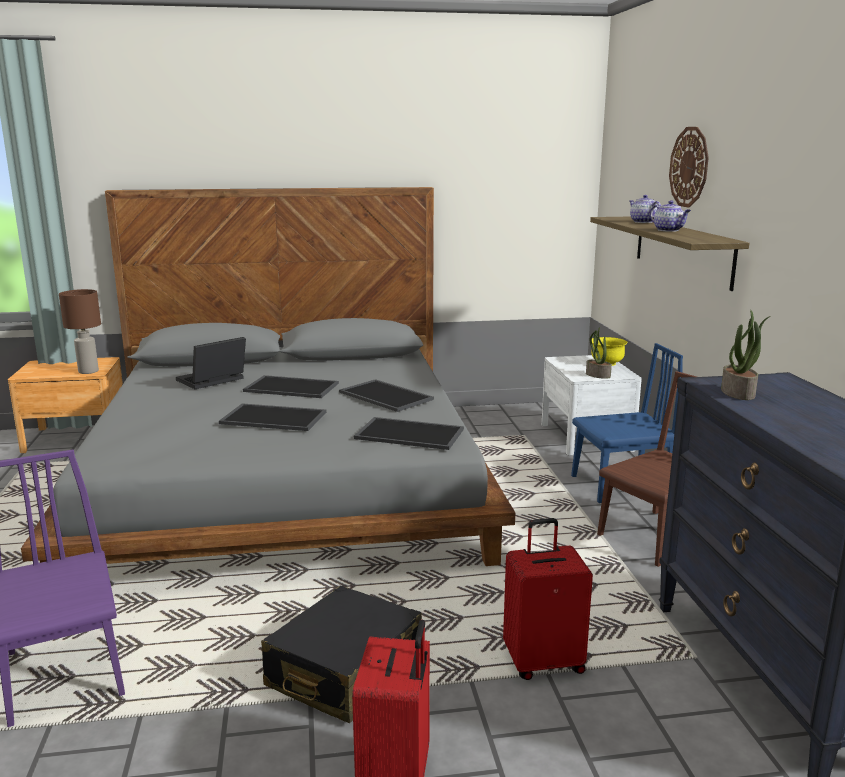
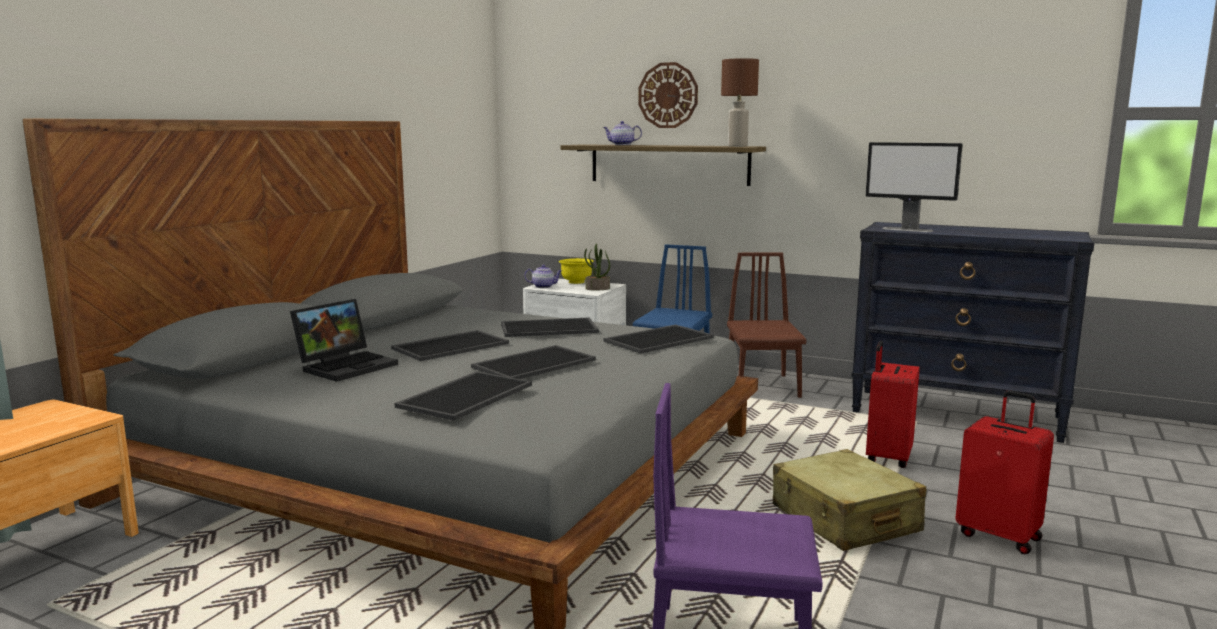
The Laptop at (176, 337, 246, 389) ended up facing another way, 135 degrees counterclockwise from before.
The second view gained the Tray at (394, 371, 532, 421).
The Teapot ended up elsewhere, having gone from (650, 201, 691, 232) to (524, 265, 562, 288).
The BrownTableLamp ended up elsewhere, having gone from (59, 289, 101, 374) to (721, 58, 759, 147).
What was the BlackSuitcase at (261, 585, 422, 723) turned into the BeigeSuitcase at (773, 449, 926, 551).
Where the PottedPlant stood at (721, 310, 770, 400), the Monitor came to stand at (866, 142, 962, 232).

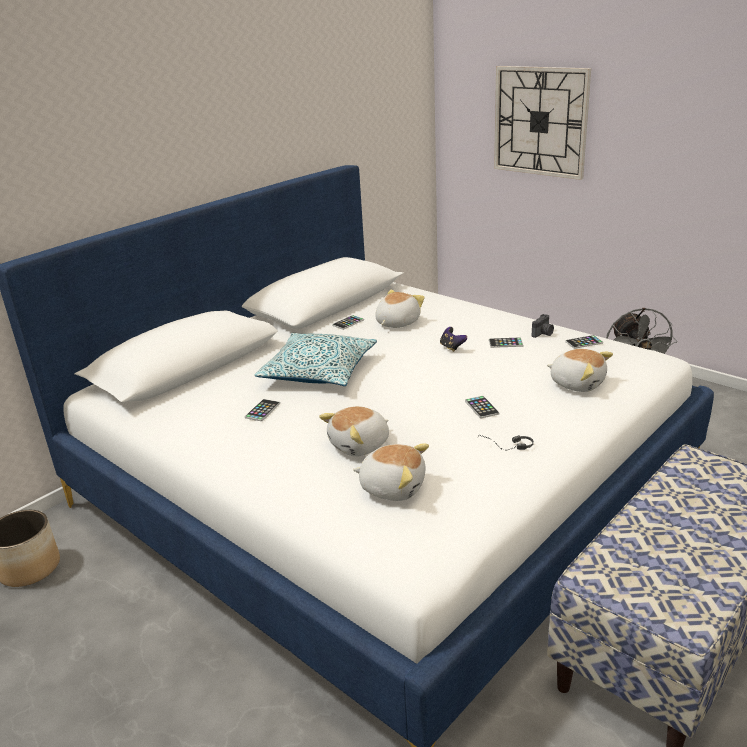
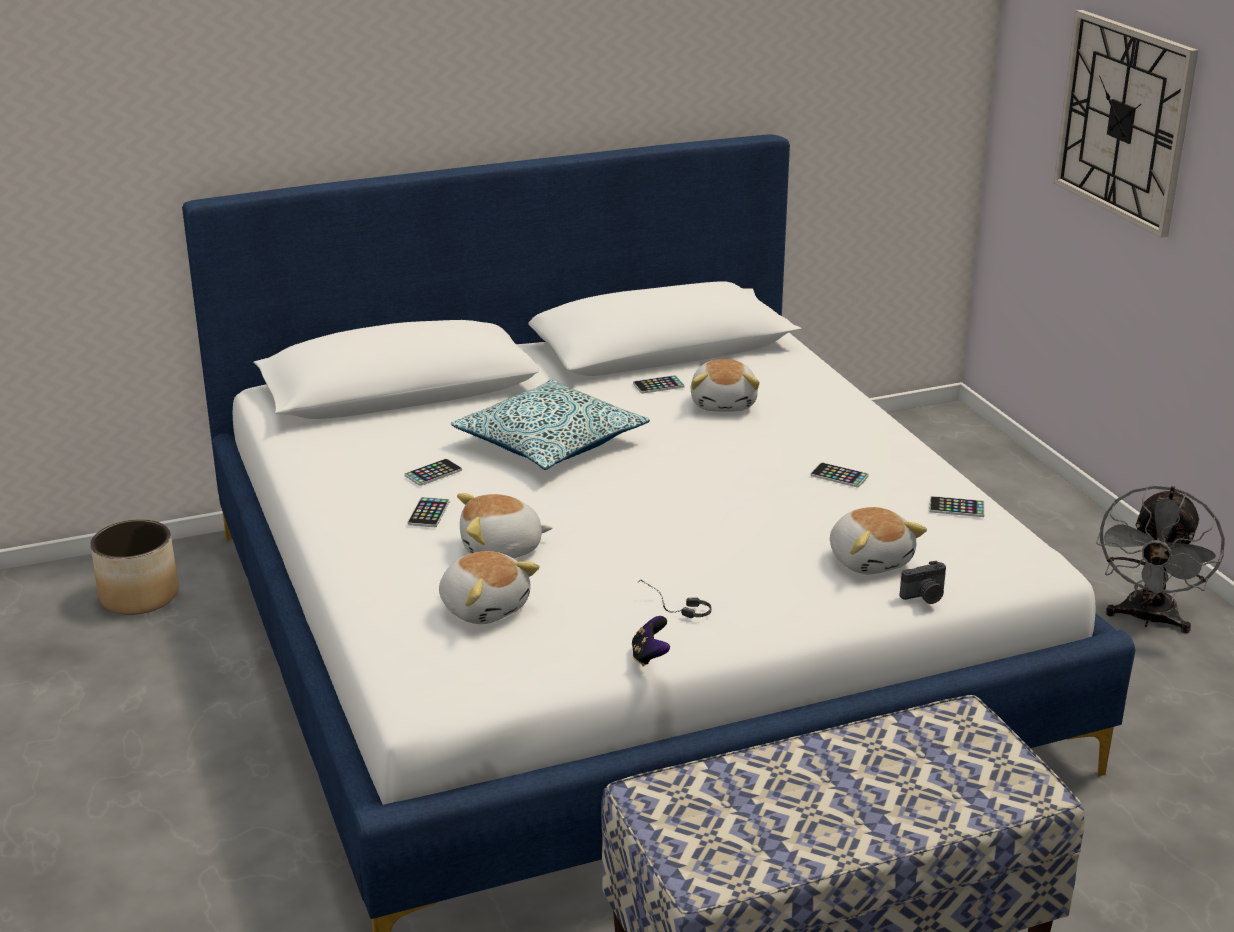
The Phone ended up elsewhere, having gone from (465, 396, 499, 419) to (407, 497, 449, 527).
The GameController ended up elsewhere, having gone from (440, 327, 467, 352) to (632, 616, 670, 666).
The PlushToy at (375, 290, 425, 328) ended up facing another way, 120 degrees clockwise from before.
The PhotoCamera ended up elsewhere, having gone from (532, 314, 554, 338) to (900, 561, 946, 604).

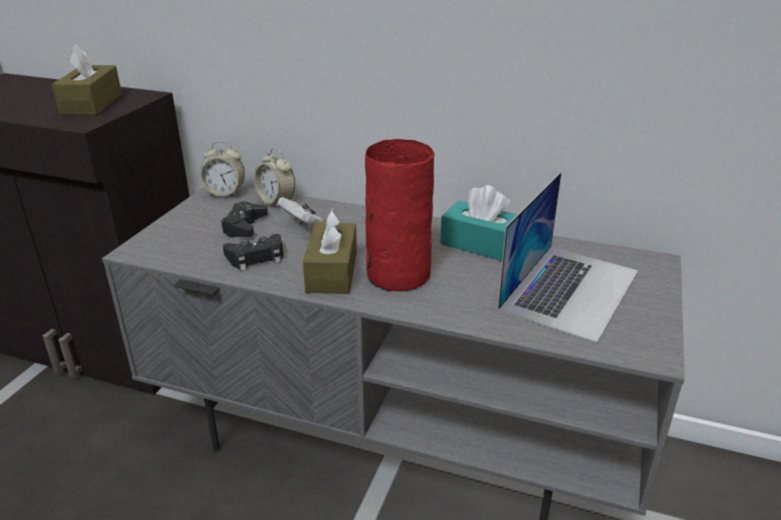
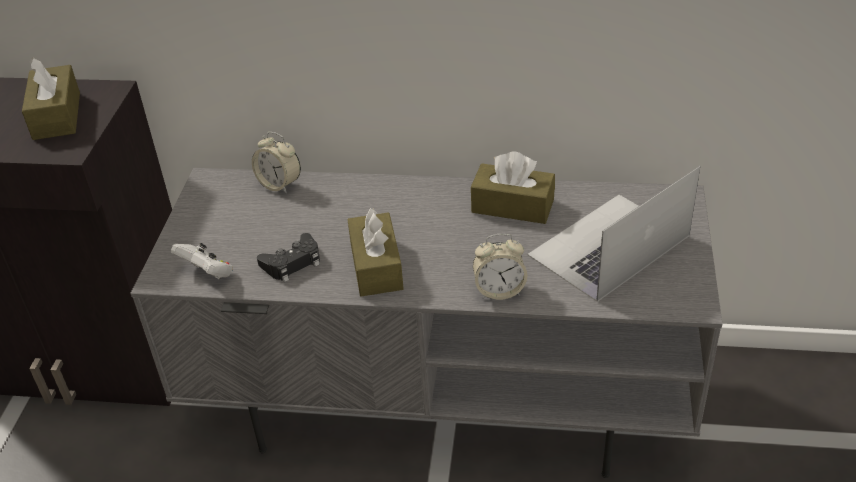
The WhiteGameController ended up elsewhere, having gone from (278, 197, 326, 232) to (171, 243, 233, 279).
What was the TurquoiseTissueBox at (440, 185, 518, 261) turned into the BrownTissueBox at (471, 151, 555, 224).
The AlarmClock ended up elsewhere, having gone from (199, 141, 245, 197) to (473, 234, 527, 300).
The Laptop at (497, 172, 638, 343) ended up facing another way, 150 degrees counterclockwise from before.
The second view lost the BlackGameController at (221, 201, 268, 237).
The second view lost the RedVase at (365, 139, 434, 291).

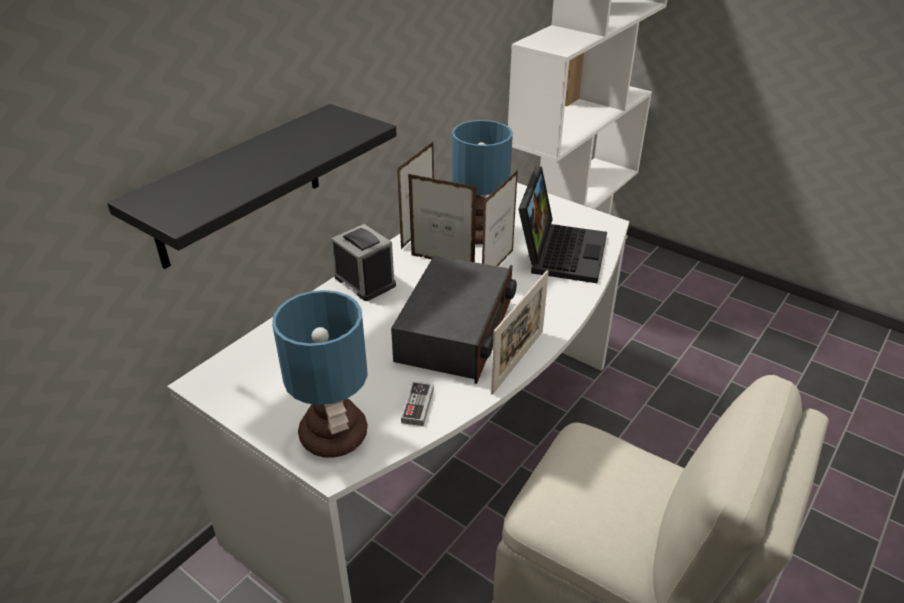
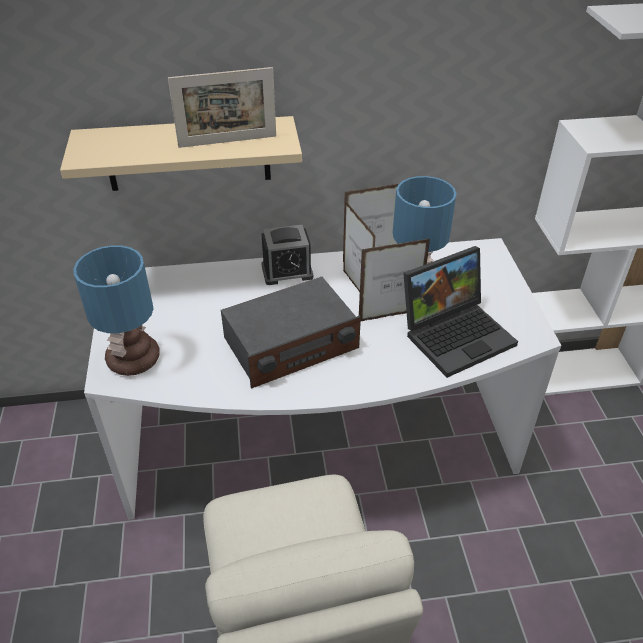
What was the BlackShelf at (107, 104, 397, 269) turned into the BeigeShelf at (60, 116, 302, 191).
The PictureFrame ended up elsewhere, having gone from (491, 270, 549, 395) to (168, 67, 276, 148).
The AlarmClock at (331, 224, 396, 301) ended up facing another way, 75 degrees clockwise from before.
The second view lost the GameController at (401, 382, 434, 426).

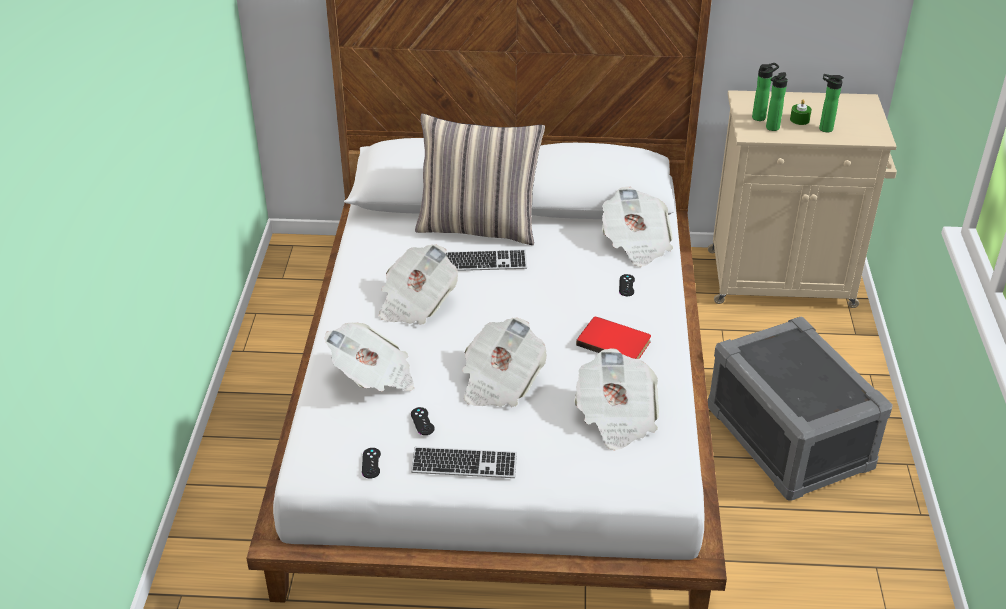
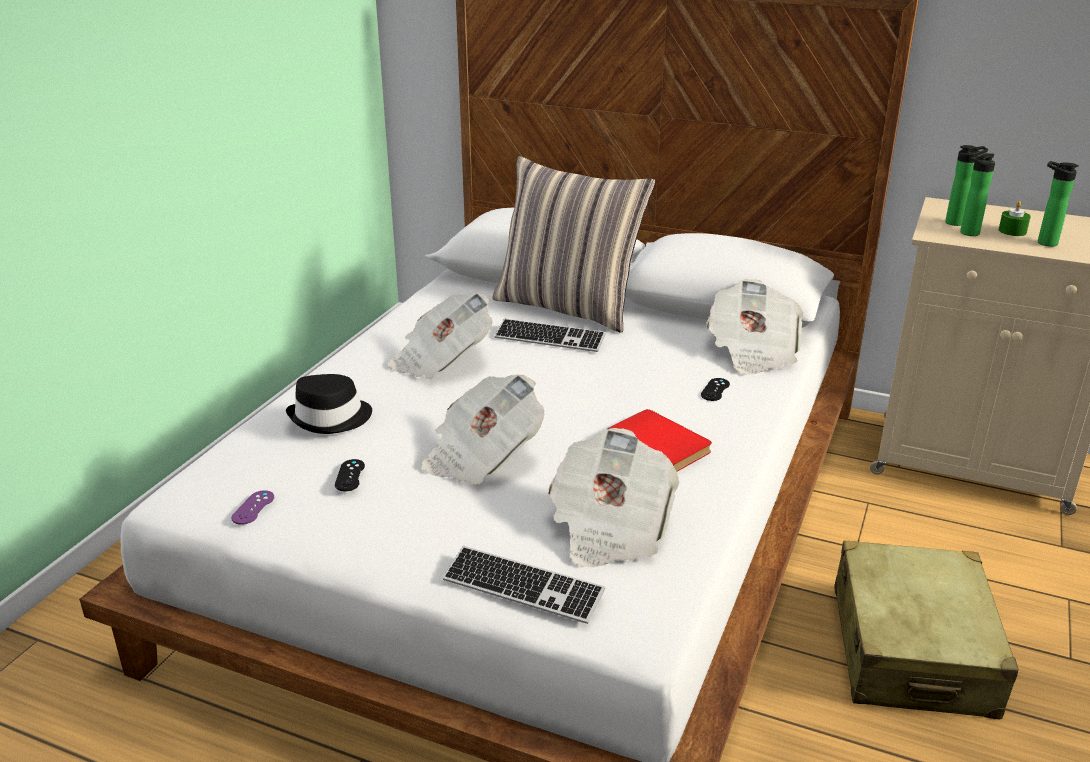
What was the BlackGameController at (362, 448, 381, 479) turned into the PurpleGameController at (231, 490, 274, 525).
Where the Newspaper stood at (325, 323, 414, 392), the BlackHat came to stand at (286, 374, 372, 434).
The Keyboard ended up elsewhere, having gone from (411, 446, 517, 478) to (443, 546, 605, 624).
Where the GreyStorageBox stood at (708, 316, 893, 501), the BeigeSuitcase came to stand at (834, 541, 1019, 719).

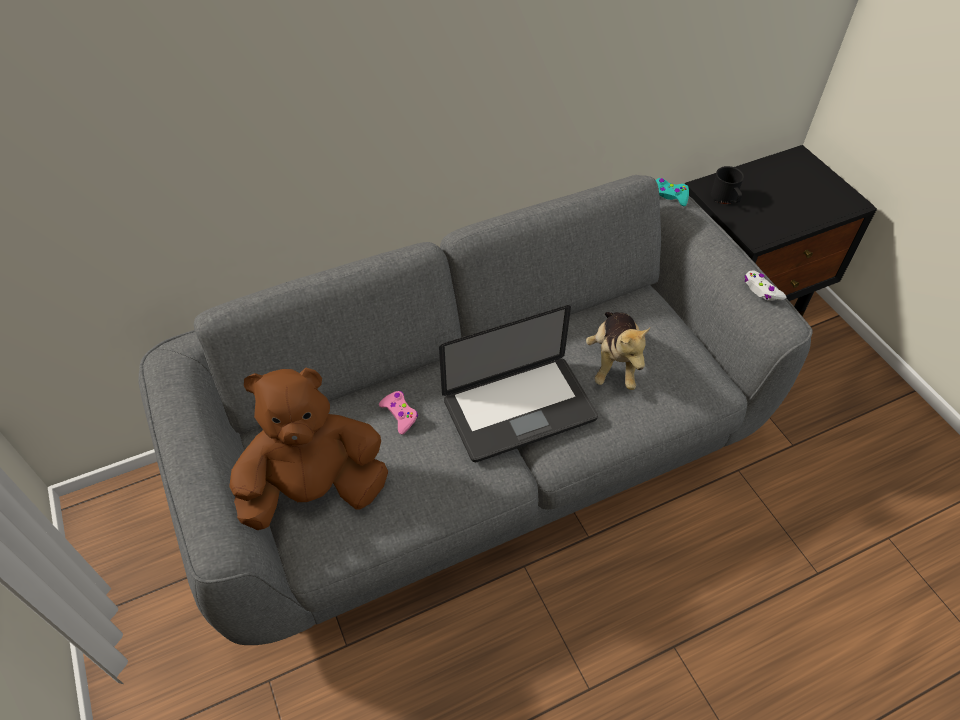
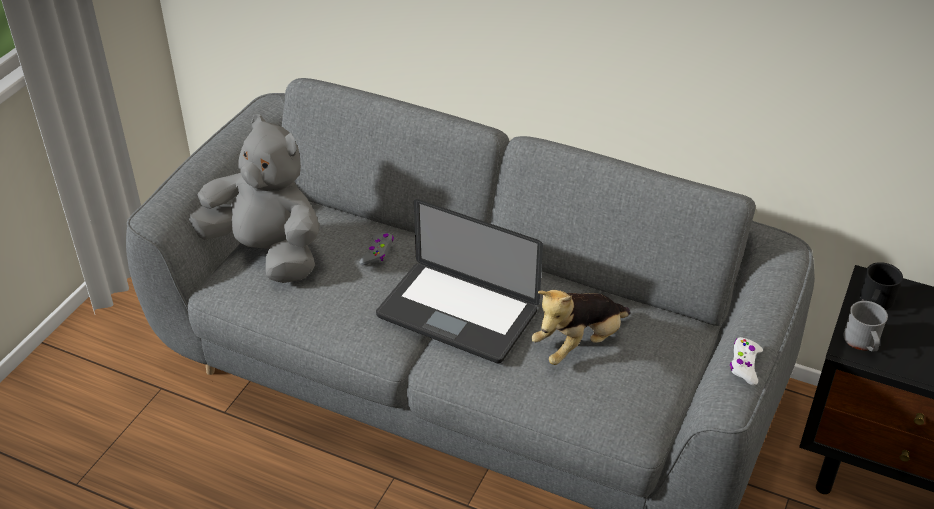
What was the BrownPlushToy at (229, 368, 388, 530) turned into the GreyPlushToy at (189, 114, 319, 283).
What was the PinkGameController at (379, 391, 418, 434) turned into the GreyGameController at (359, 233, 394, 265).
The second view gained the GreyMug at (843, 301, 888, 351).
The second view lost the TurquoiseGameController at (656, 178, 689, 206).

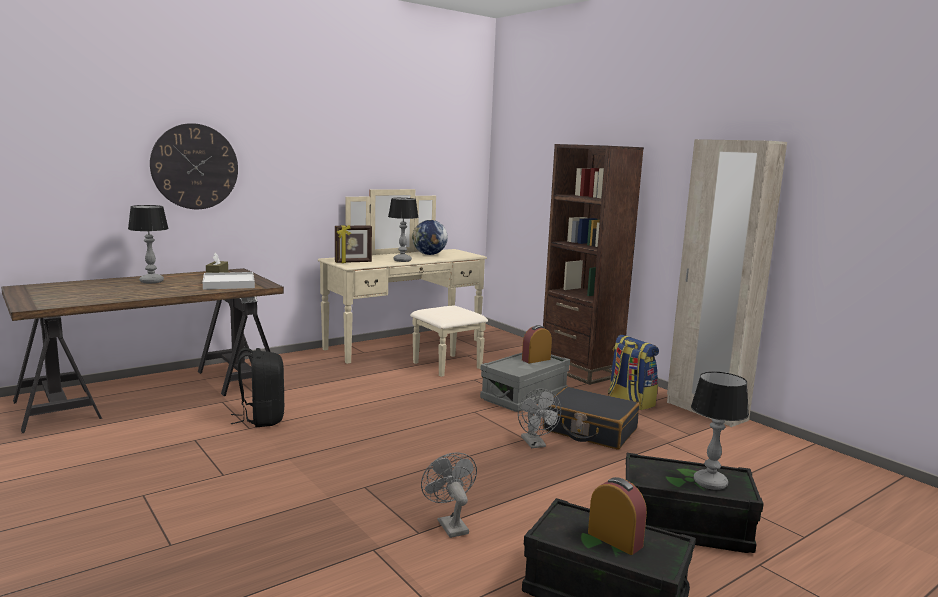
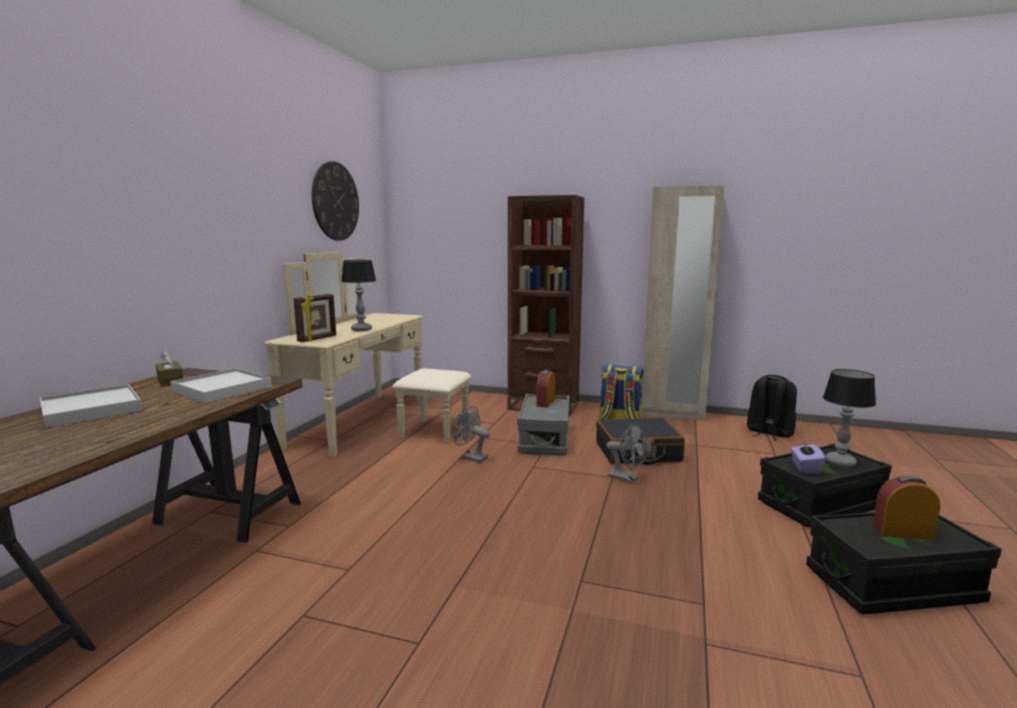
Where the TableLamp stood at (128, 205, 169, 283), the WhiteTray came to stand at (40, 384, 142, 428).
The WallClock ended up elsewhere, having gone from (150, 123, 238, 209) to (312, 161, 359, 241).
The GreyFan ended up elsewhere, having gone from (421, 452, 477, 538) to (452, 406, 490, 463).
The BlackBackpack ended up elsewhere, having gone from (231, 348, 284, 427) to (747, 375, 797, 441).
The second view gained the PurpleTissueBox at (791, 441, 826, 474).
The second view lost the Globe at (412, 220, 448, 255).

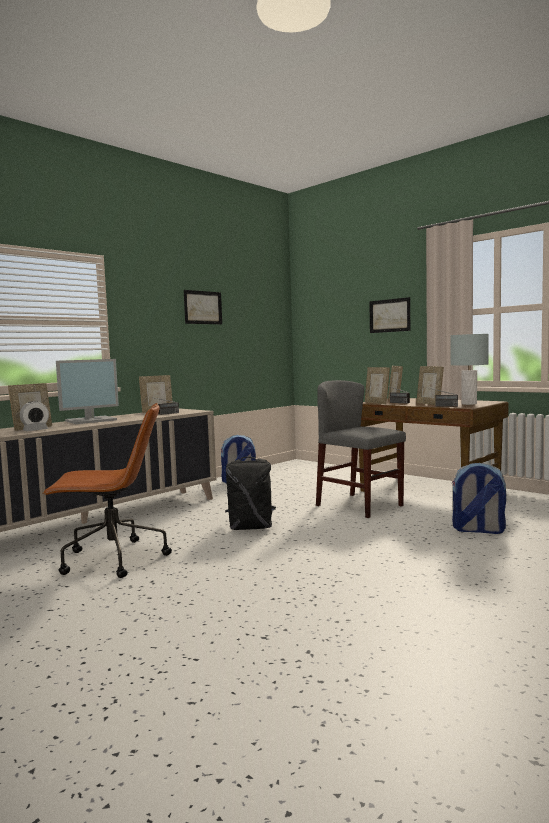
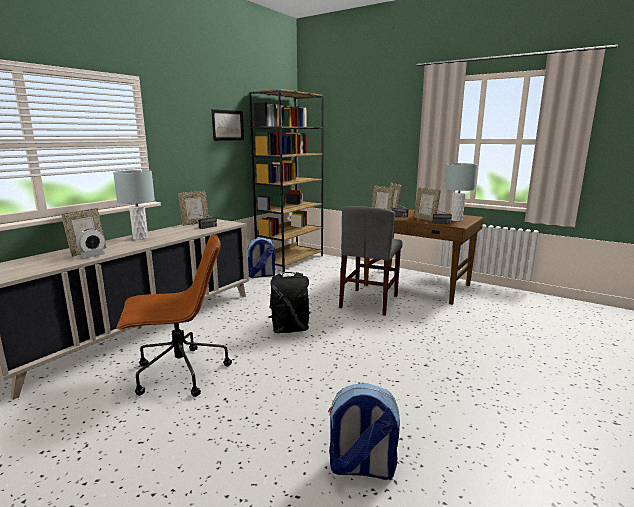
Where the Monitor stood at (56, 359, 119, 424), the GreyTableLamp came to stand at (113, 170, 155, 240).
The second view gained the BrownBookcase at (249, 89, 324, 273).
The Backpack ended up elsewhere, having gone from (452, 463, 506, 534) to (328, 383, 400, 480).
The GreyChair at (316, 380, 406, 518) ended up facing another way, 105 degrees counterclockwise from before.
The second view lost the Picture at (369, 297, 410, 333).

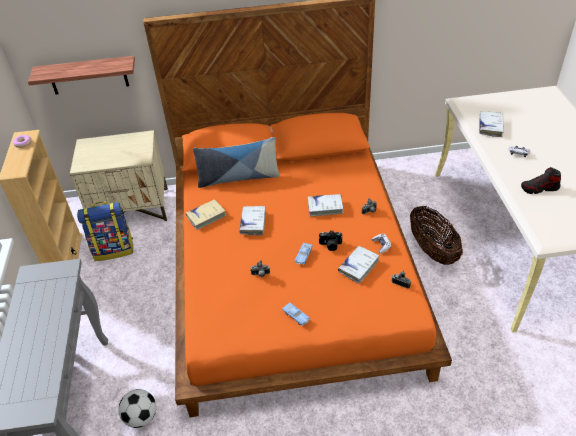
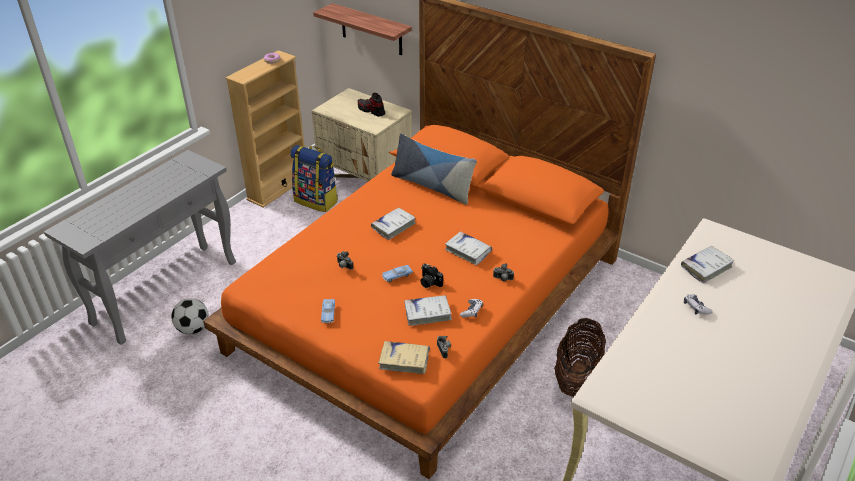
The Shoe ended up elsewhere, having gone from (521, 167, 561, 194) to (358, 93, 385, 117).
The BeigeBook ended up elsewhere, having gone from (186, 199, 227, 230) to (378, 341, 430, 374).

